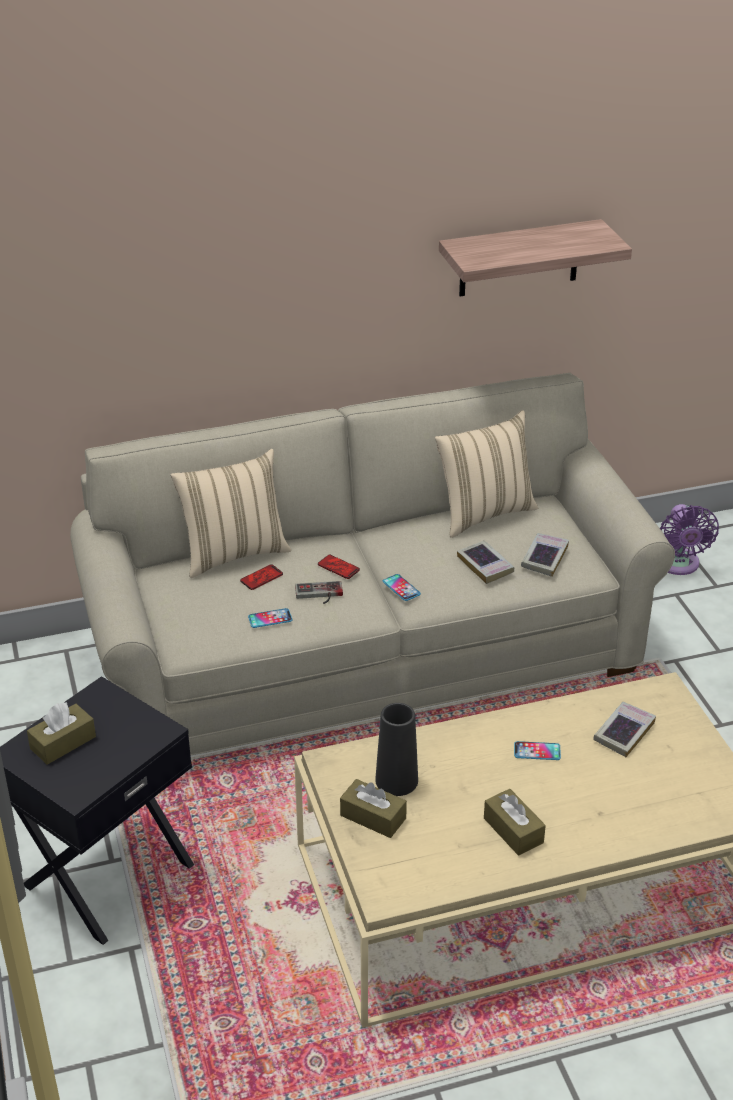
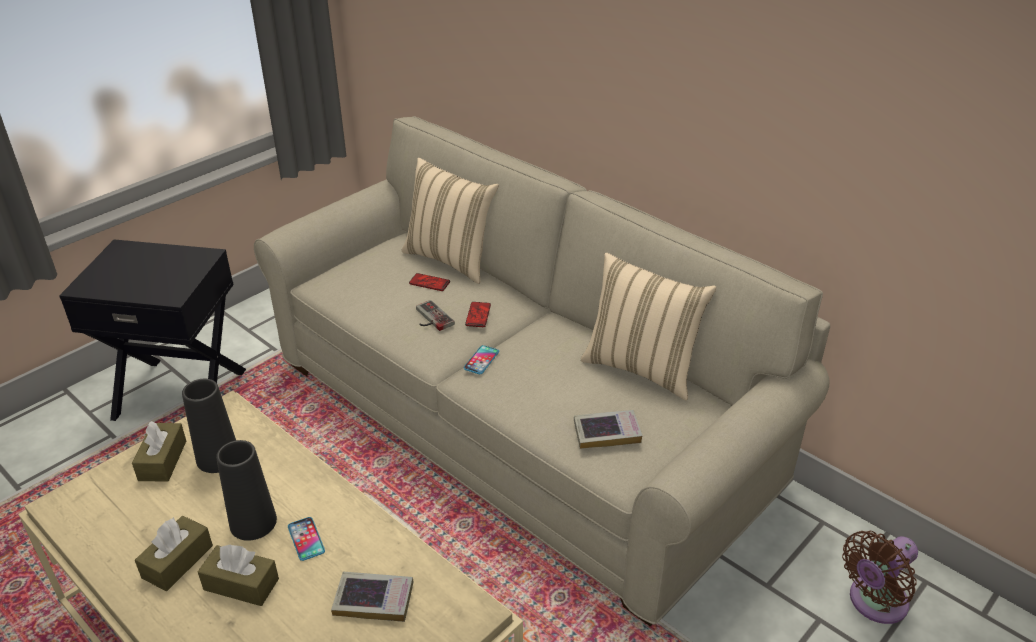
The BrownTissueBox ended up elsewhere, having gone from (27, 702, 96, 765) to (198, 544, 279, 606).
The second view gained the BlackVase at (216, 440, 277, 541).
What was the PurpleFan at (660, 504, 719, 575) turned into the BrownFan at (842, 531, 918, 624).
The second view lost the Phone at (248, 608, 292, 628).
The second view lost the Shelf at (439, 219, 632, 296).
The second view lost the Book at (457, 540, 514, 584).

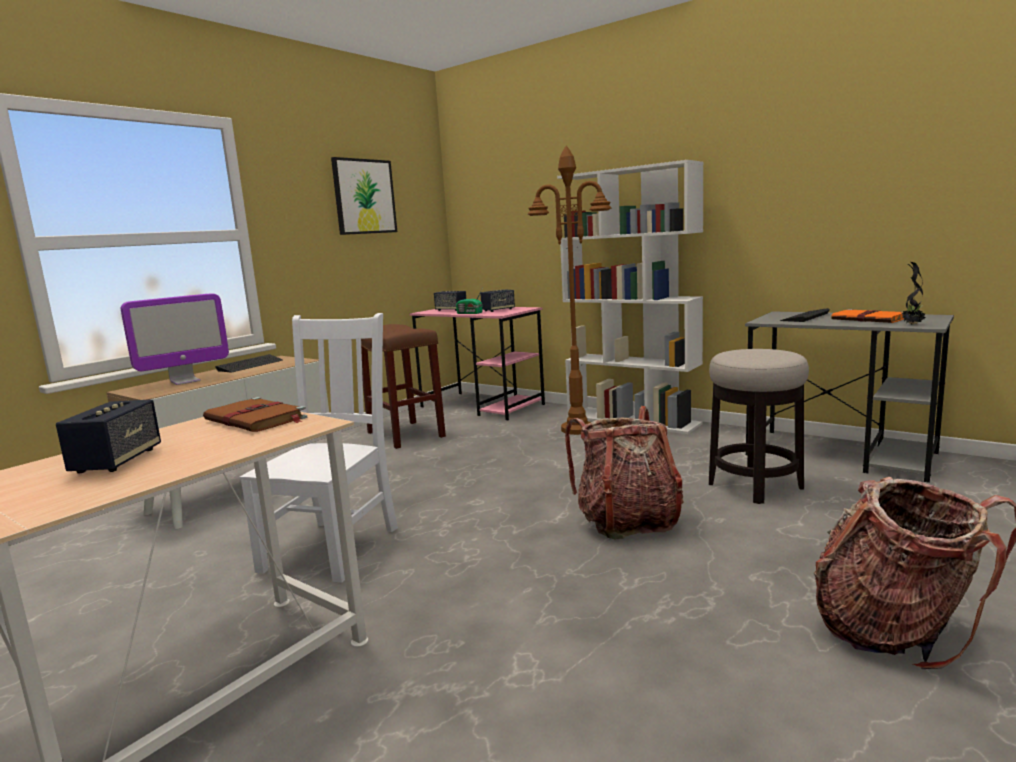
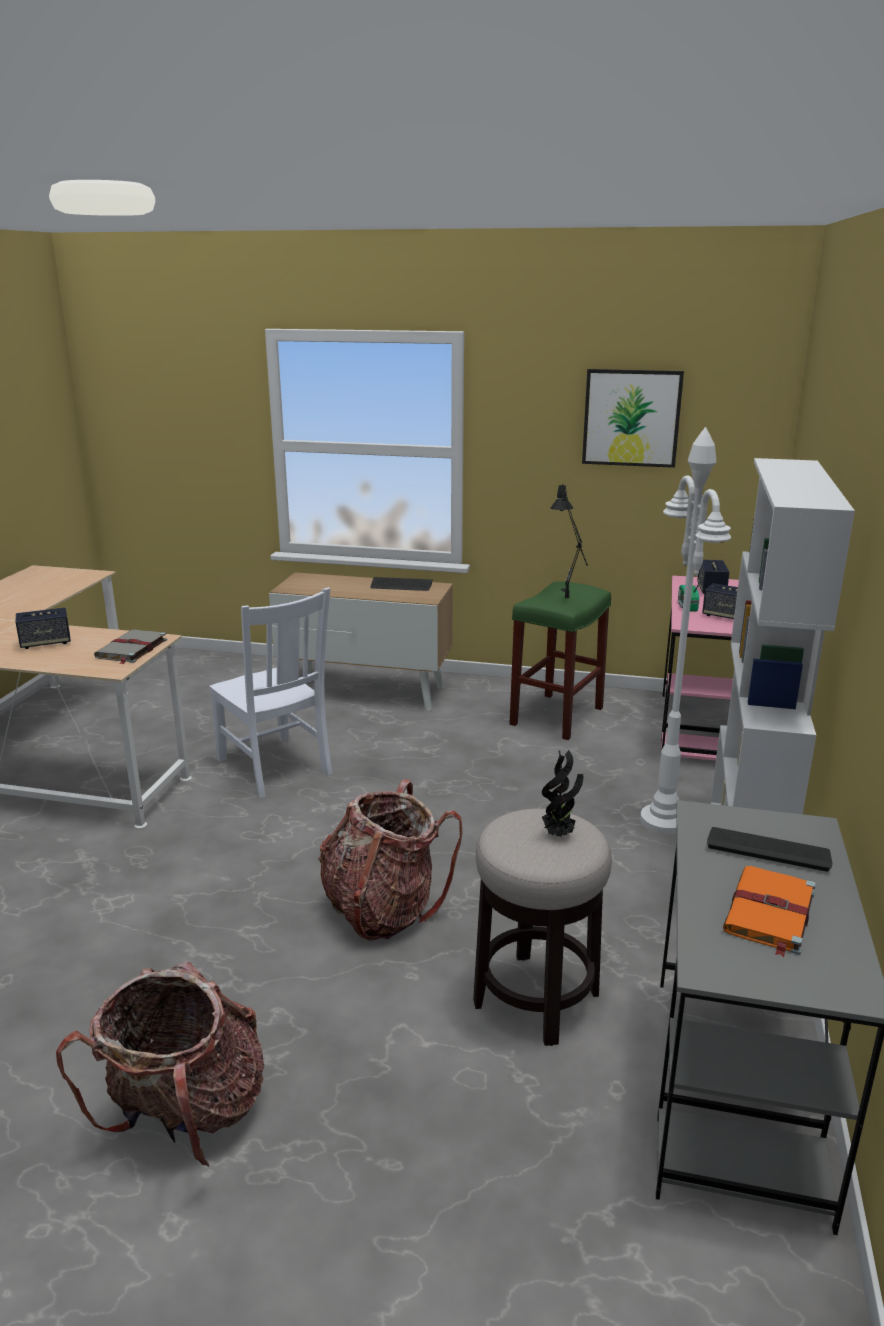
What was the BrownBook at (203, 397, 307, 432) turned into the GreyBook at (94, 629, 167, 664).
The WhiteChair at (240, 313, 398, 583) ended up facing another way, 60 degrees clockwise from before.
What was the BrownStool at (361, 324, 446, 449) turned into the GreenStool at (510, 582, 611, 740).
The PottedPlant ended up elsewhere, having gone from (899, 262, 925, 324) to (542, 750, 583, 837).
The second view gained the BlackTableLamp at (550, 483, 588, 598).
What was the BrownFloorLamp at (528, 145, 612, 435) turned into the WhiteFloorLamp at (640, 427, 731, 834).
The second view lost the Monitor at (121, 293, 229, 385).

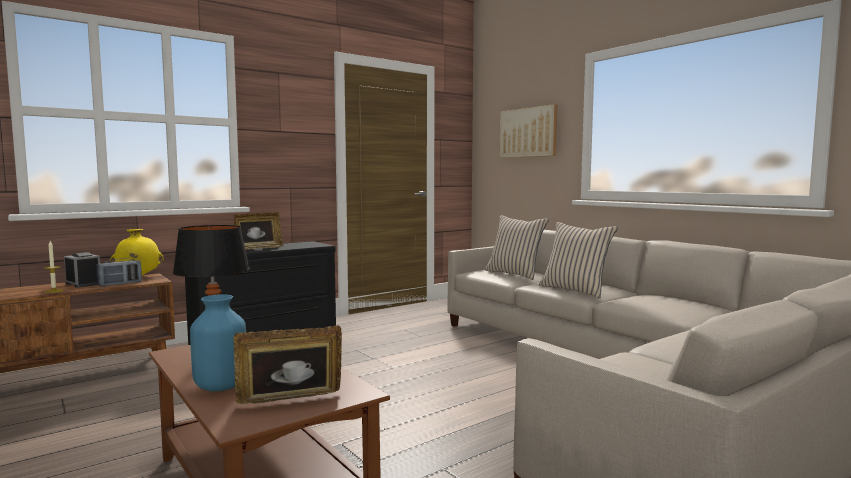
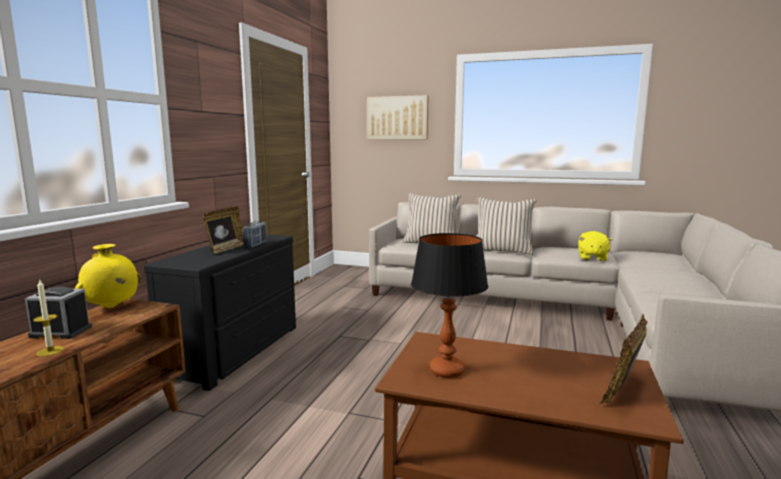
The Radio ended up elsewhere, having gone from (97, 258, 142, 286) to (243, 221, 267, 248).
The second view gained the YellowPlushToy at (578, 231, 613, 261).
The second view lost the BlueVase at (190, 294, 246, 391).

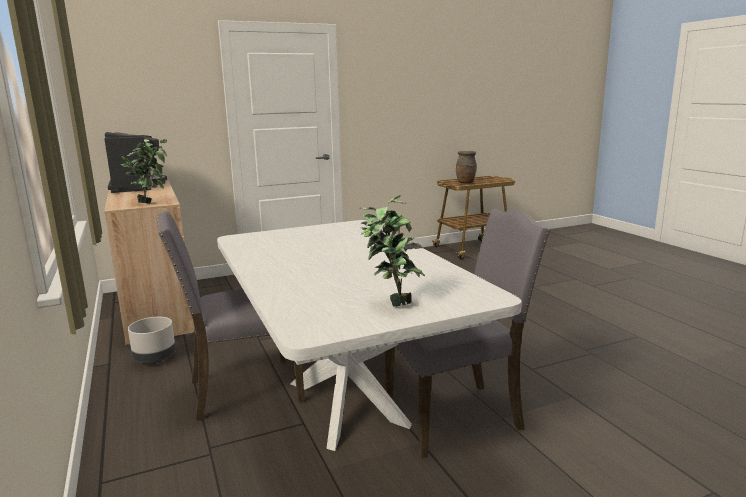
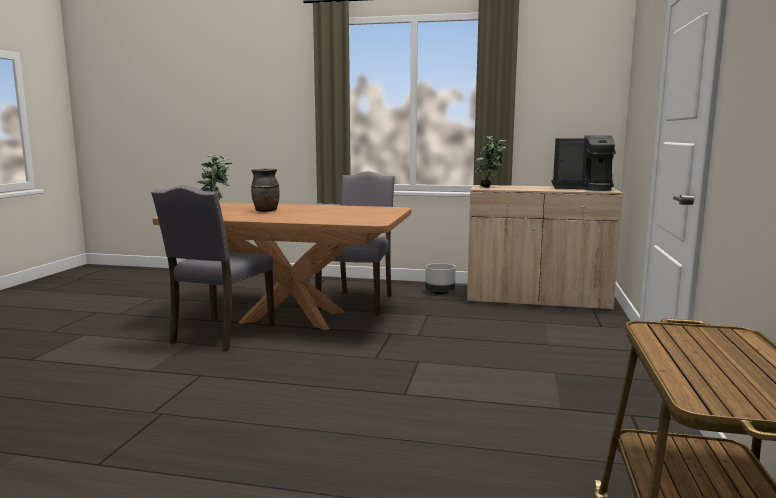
What was the WhiteDiningTable at (217, 220, 522, 451) turned into the BrownDiningTable at (153, 202, 411, 330).
The BrownVase ended up elsewhere, having gone from (456, 151, 477, 183) to (251, 169, 280, 212).

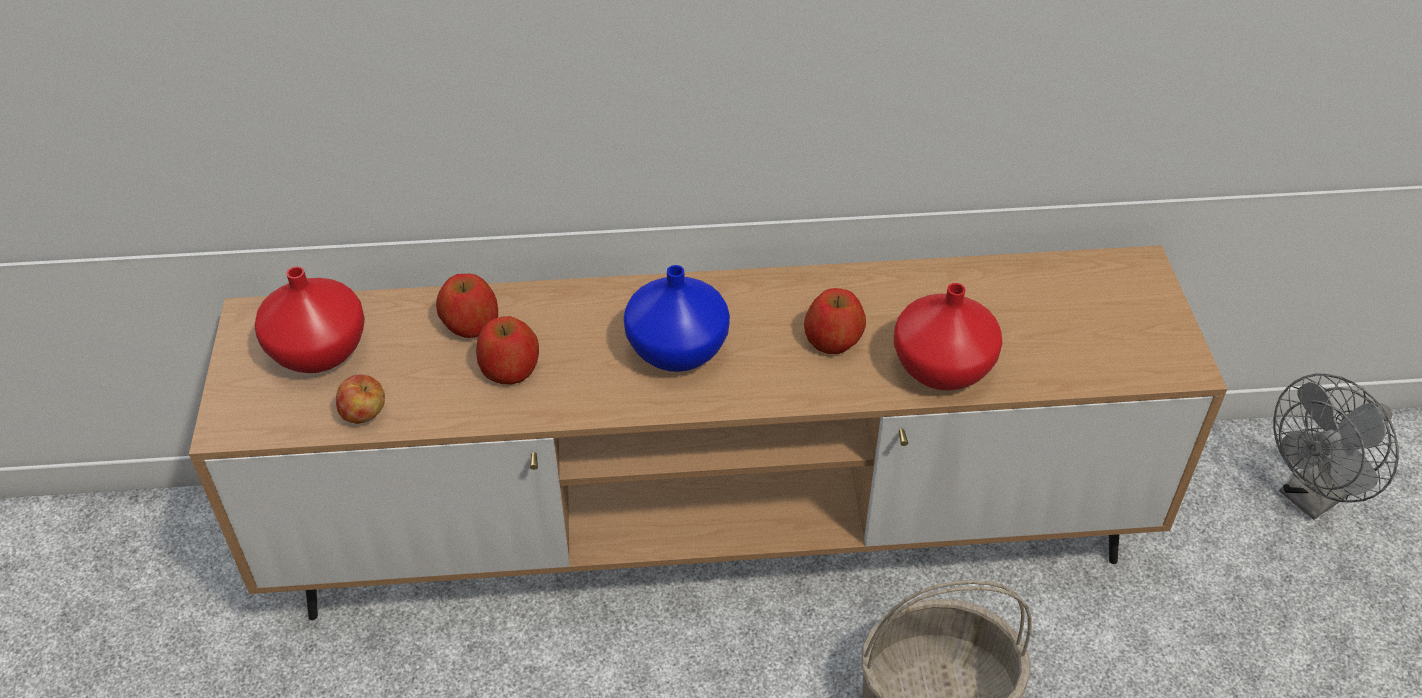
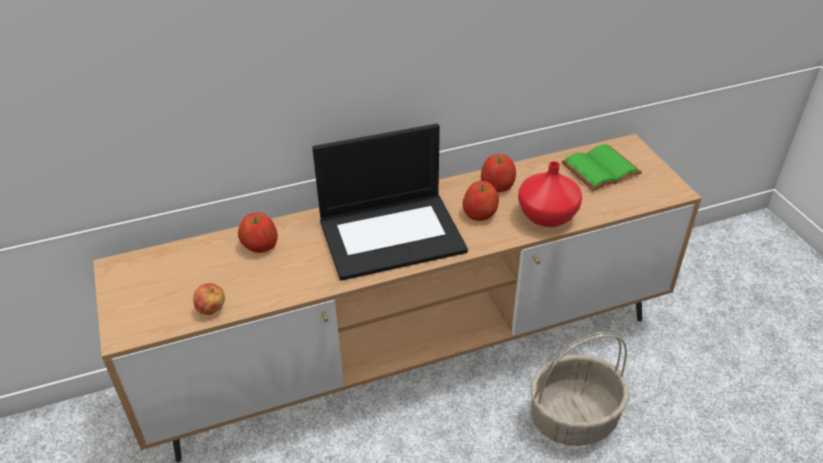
Where the BlueVase stood at (624, 265, 730, 372), the Laptop came to stand at (312, 124, 468, 281).
The Apple ended up elsewhere, having gone from (476, 316, 539, 384) to (481, 154, 516, 192).
The second view gained the GreenBook at (561, 144, 642, 191).
The second view lost the RedVase at (255, 266, 365, 373).
The second view lost the GreyFan at (1273, 373, 1399, 520).

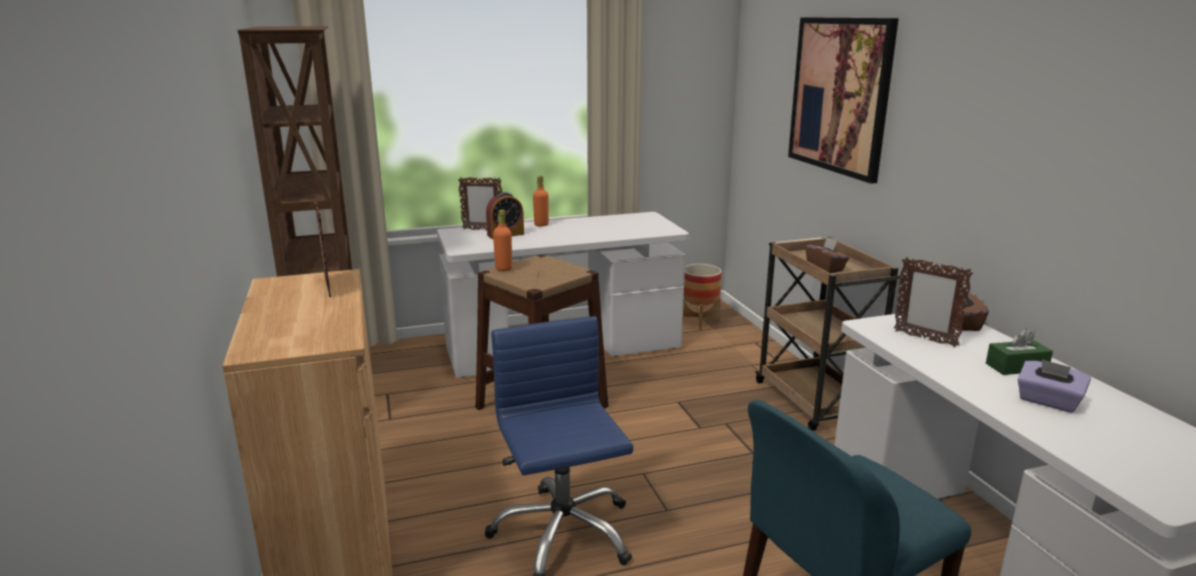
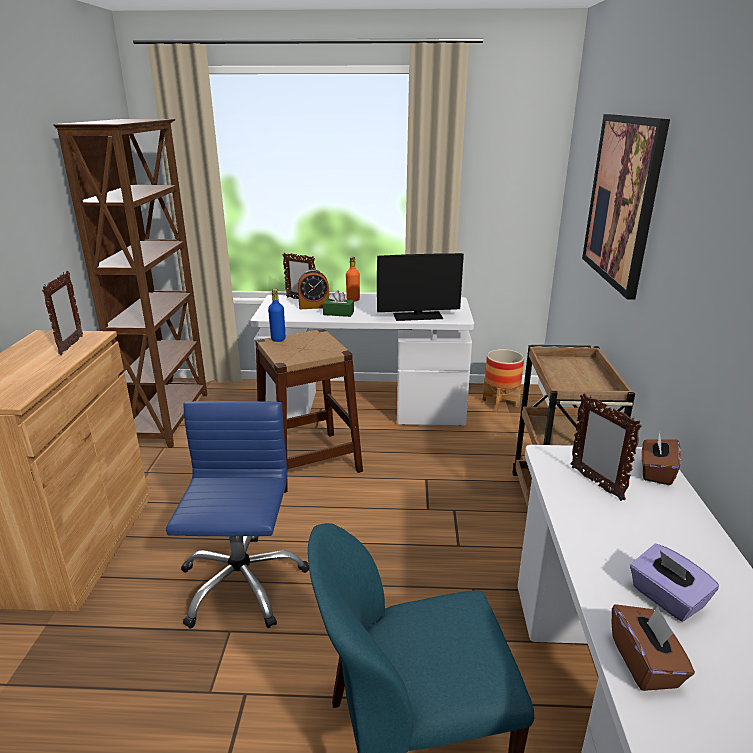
What was the OrangeBottle at (493, 210, 512, 271) turned into the BlueBottle at (268, 289, 286, 342).
The GreenTissueBox ended up elsewhere, having gone from (986, 328, 1053, 375) to (323, 290, 354, 317).
The second view gained the Monitor at (377, 253, 464, 321).
The BrownTissueBox ended up elsewhere, having gone from (806, 237, 849, 273) to (612, 604, 695, 691).

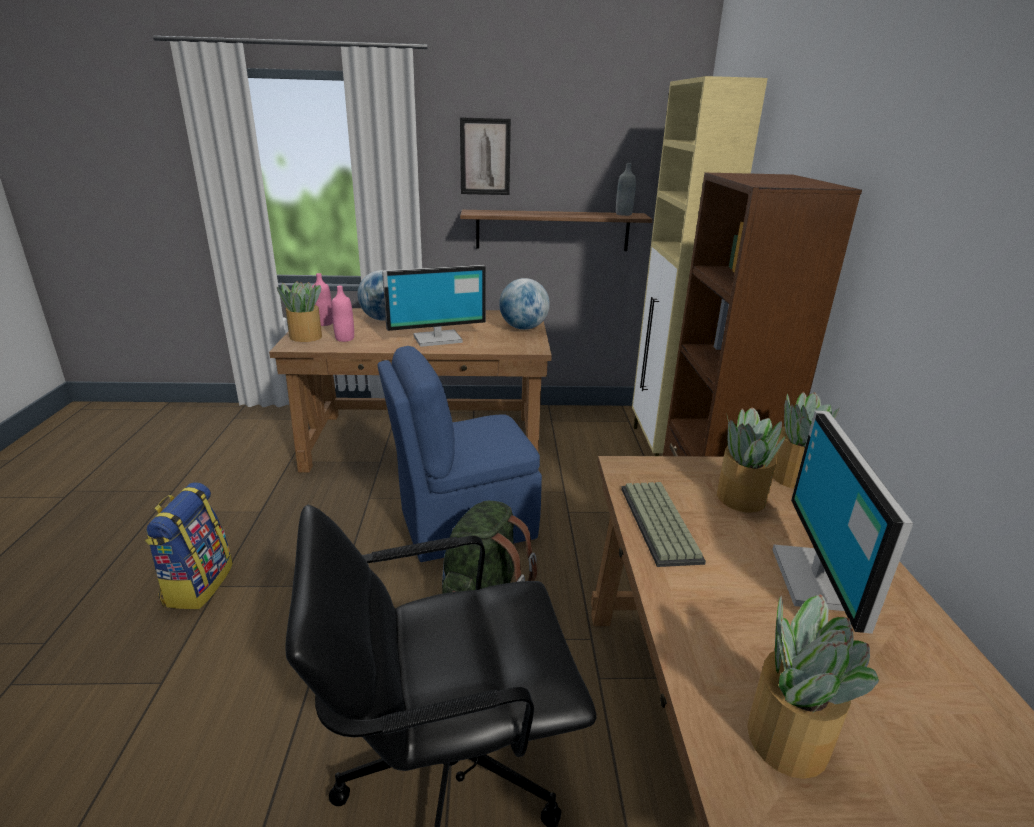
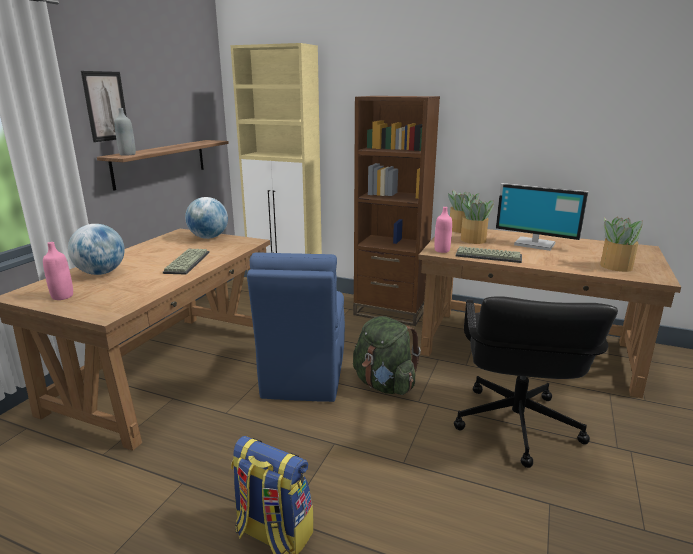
The GreyBottle ended up elsewhere, having gone from (616, 163, 636, 216) to (114, 108, 136, 156).
Where the Monitor stood at (382, 265, 486, 347), the Keyboard came to stand at (163, 249, 210, 275).
The PinkBottle ended up elsewhere, having gone from (332, 286, 354, 342) to (434, 207, 452, 253).
The second view lost the PottedPlant at (277, 281, 322, 342).

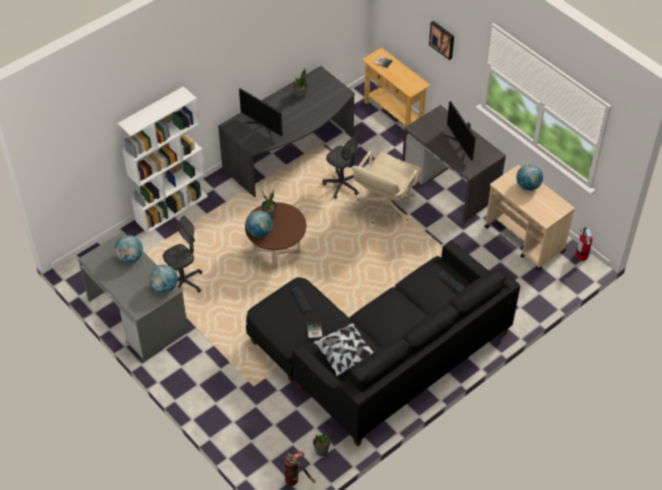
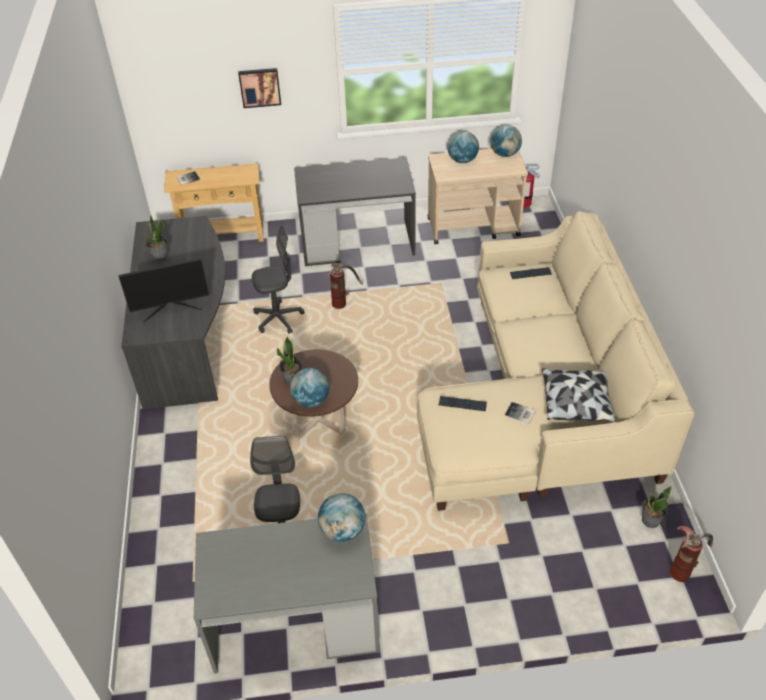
Where the BeigeOfficeChair stood at (352, 151, 422, 228), the FireExtinguisher came to stand at (328, 263, 363, 309).
What was the BlackSofa at (246, 240, 520, 447) turned into the BeigeSofa at (417, 211, 695, 511).
The Globe ended up elsewhere, having gone from (115, 235, 143, 263) to (491, 125, 522, 157).
The second view lost the WhiteBookcase at (118, 86, 208, 233).
The second view lost the Monitor at (445, 101, 476, 162).

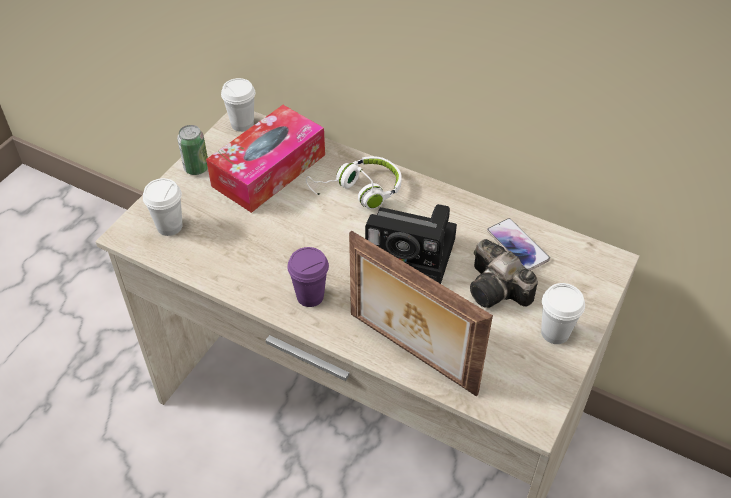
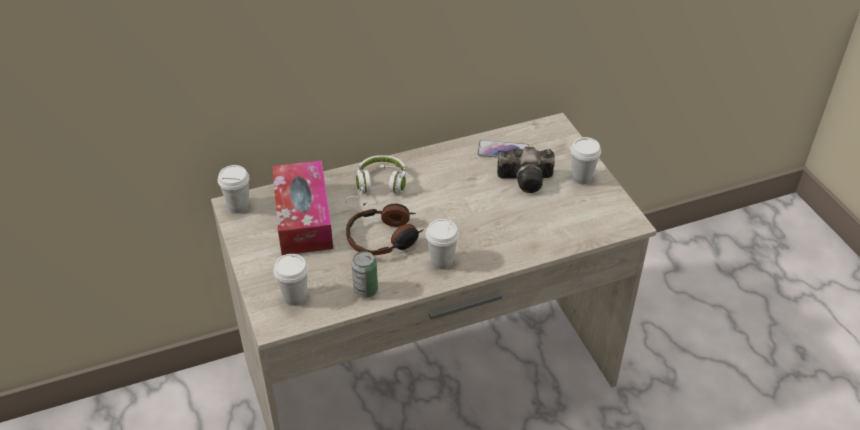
The second view gained the Headphones at (346, 204, 424, 256).
The Can ended up elsewhere, having gone from (177, 125, 208, 175) to (351, 251, 378, 298).
What was the PurpleCup at (287, 247, 329, 307) turned into the WhiteCup at (426, 219, 459, 270).
The second view lost the PictureFrame at (349, 230, 493, 397).
The second view lost the PhotoCamera at (365, 204, 457, 284).

